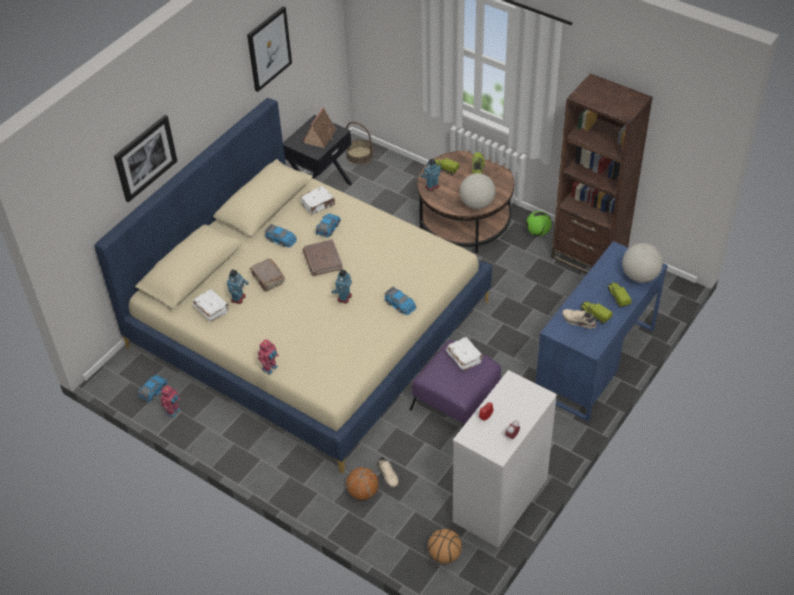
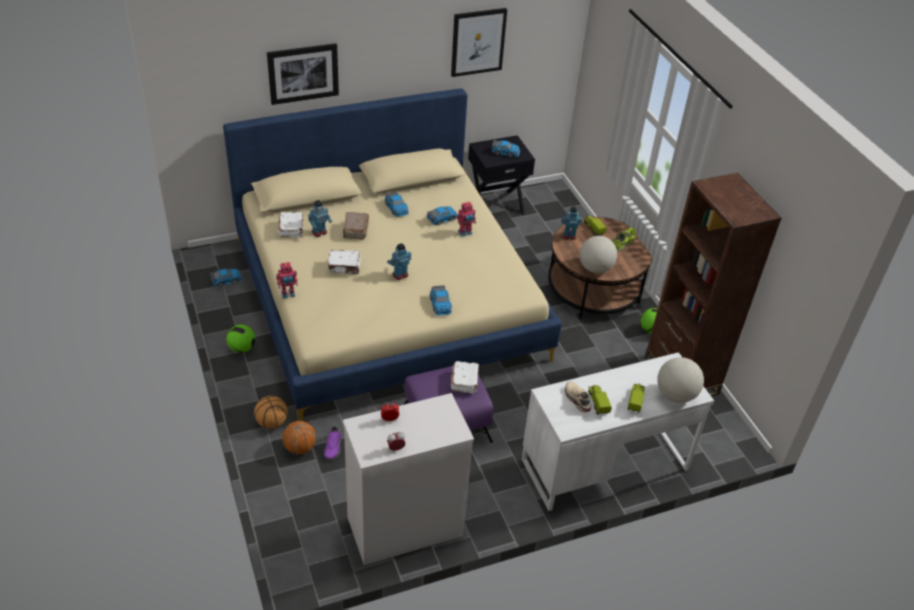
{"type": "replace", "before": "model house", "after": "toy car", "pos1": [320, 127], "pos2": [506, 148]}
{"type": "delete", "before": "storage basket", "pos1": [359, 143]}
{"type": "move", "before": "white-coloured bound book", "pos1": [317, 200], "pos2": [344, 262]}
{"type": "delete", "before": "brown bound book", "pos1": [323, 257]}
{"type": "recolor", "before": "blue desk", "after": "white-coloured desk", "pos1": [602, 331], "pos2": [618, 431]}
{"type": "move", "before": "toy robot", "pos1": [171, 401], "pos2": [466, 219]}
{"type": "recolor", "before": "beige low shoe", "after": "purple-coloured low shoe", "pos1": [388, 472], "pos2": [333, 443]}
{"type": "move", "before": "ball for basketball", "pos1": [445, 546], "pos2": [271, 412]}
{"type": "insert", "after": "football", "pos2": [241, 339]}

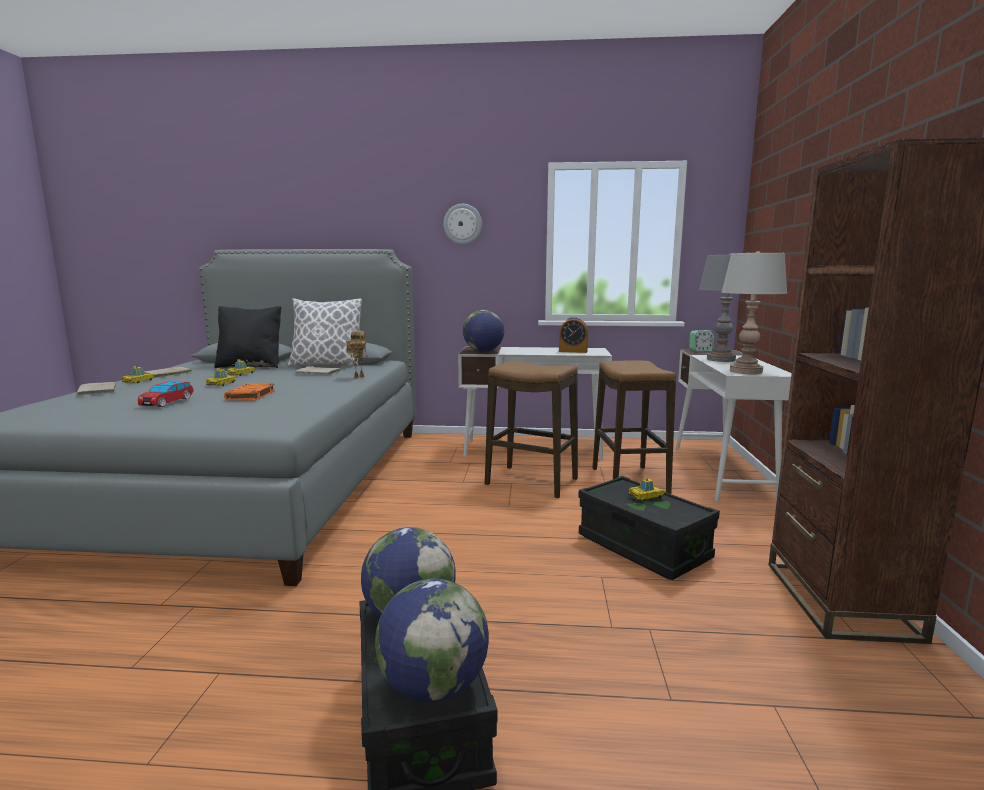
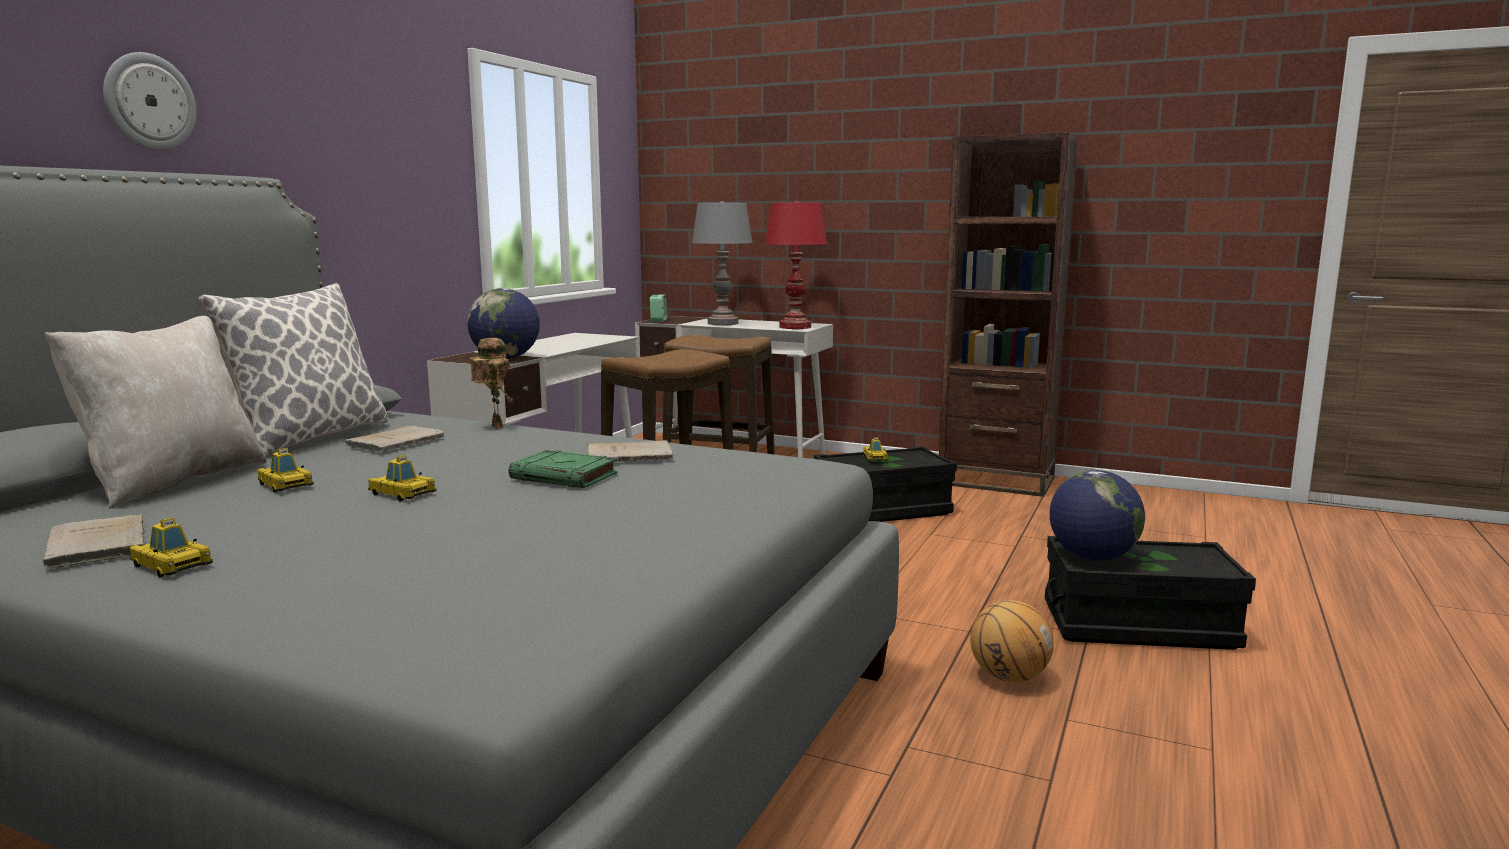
{"type": "move", "before": "wall clock", "pos1": [462, 224], "pos2": [149, 101]}
{"type": "recolor", "before": "greyish lamp for a table", "after": "reddish lamp for a table", "pos1": [754, 312], "pos2": [796, 265]}
{"type": "recolor", "before": "blackish cushion", "after": "beige cushion", "pos1": [247, 337], "pos2": [156, 412]}
{"type": "delete", "before": "alarm clock", "pos1": [573, 335]}
{"type": "move", "before": "beige bound book", "pos1": [96, 389], "pos2": [630, 451]}
{"type": "delete", "before": "toy car", "pos1": [166, 394]}
{"type": "recolor", "before": "orange-coloured bound book", "after": "greenish bound book", "pos1": [249, 392], "pos2": [563, 469]}
{"type": "delete", "before": "desk globe", "pos1": [432, 640]}
{"type": "insert", "after": "ball for basketball", "pos2": [1012, 641]}

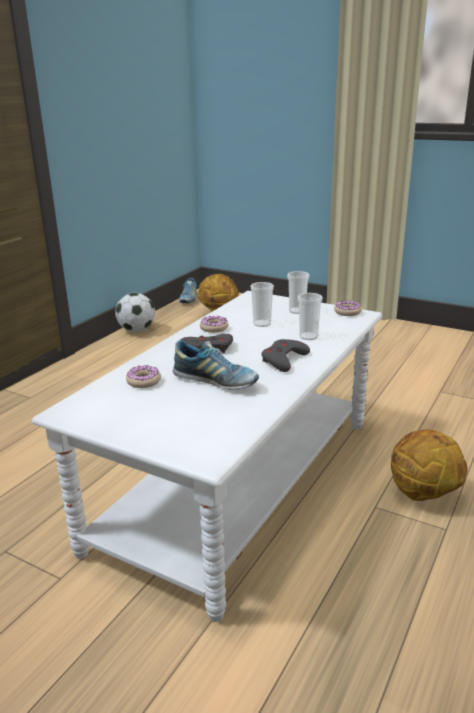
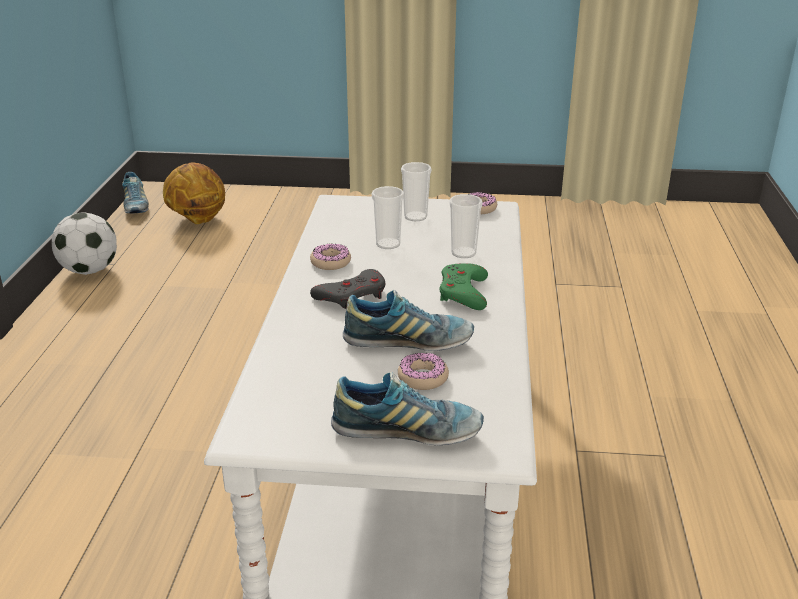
{"type": "recolor", "before": "greyish joypad", "after": "greenish joypad", "pos1": [285, 355], "pos2": [463, 286]}
{"type": "move", "before": "ring doughnut", "pos1": [143, 377], "pos2": [423, 371]}
{"type": "delete", "before": "ball for basketball", "pos1": [429, 465]}
{"type": "insert", "after": "low shoe", "pos2": [407, 408]}

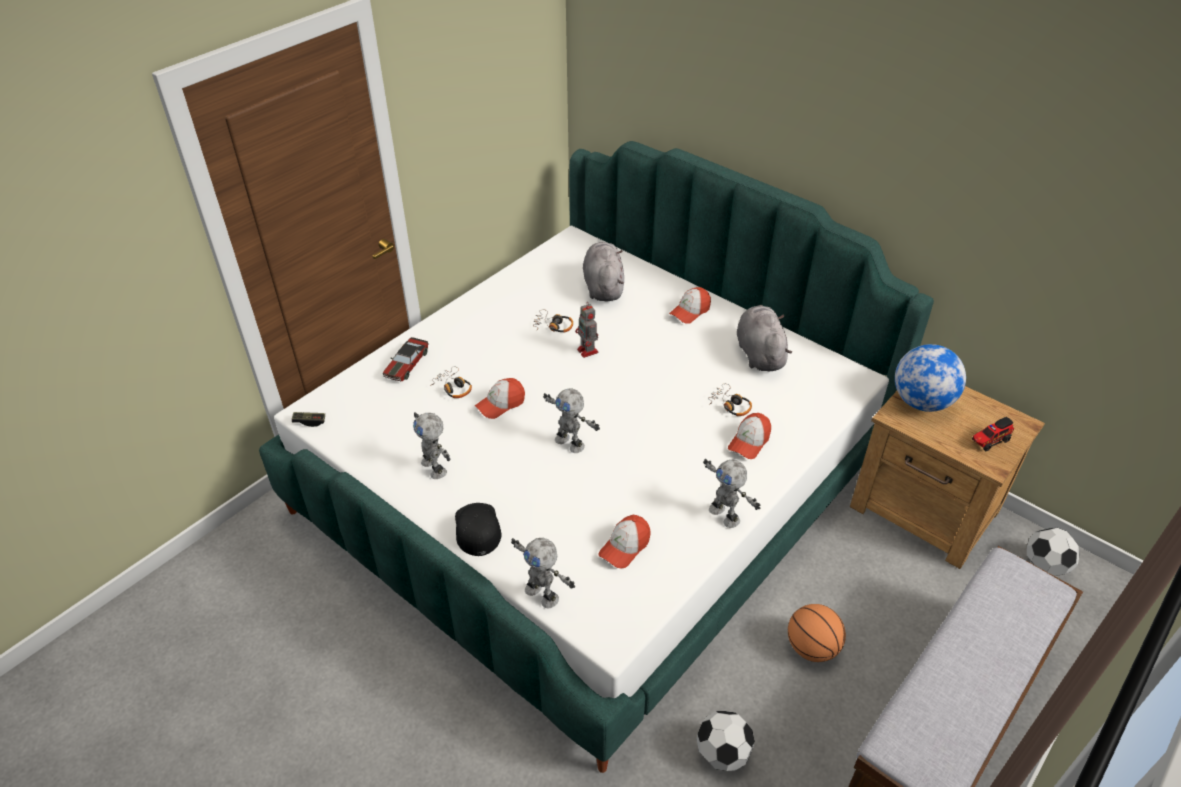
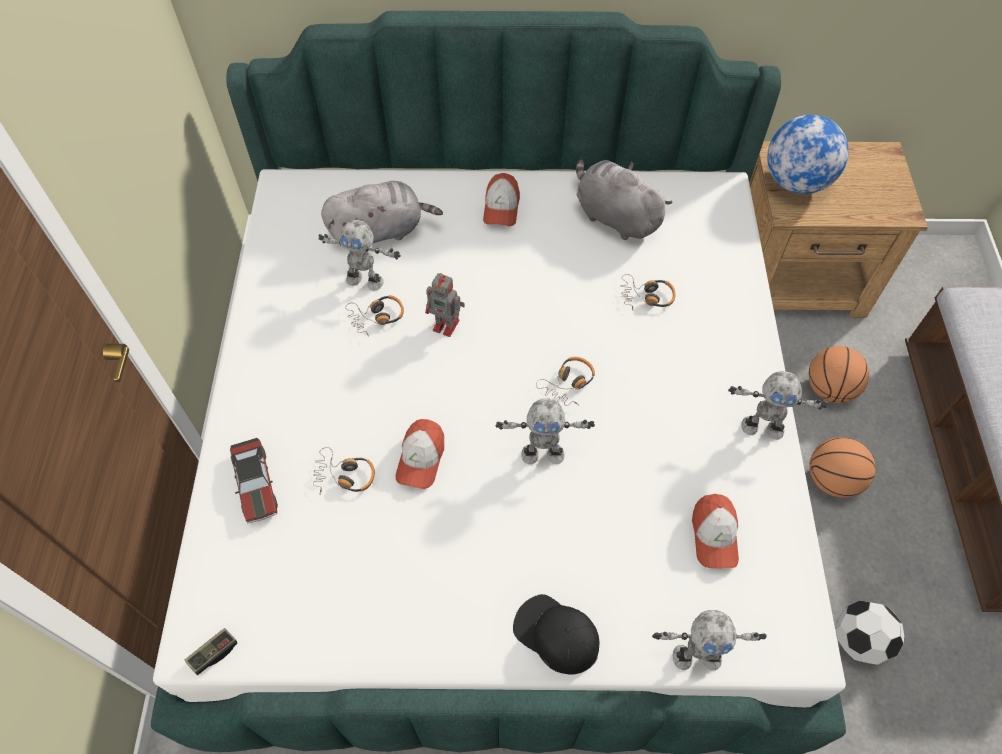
{"type": "rotate", "before": "greyish cuddly toy", "pos1": [603, 271], "pos2": [382, 212], "turn": 120}
{"type": "move", "before": "toy robot", "pos1": [432, 445], "pos2": [360, 255]}
{"type": "delete", "before": "baseball cap", "pos1": [749, 436]}
{"type": "delete", "before": "model truck", "pos1": [993, 434]}
{"type": "delete", "before": "football", "pos1": [1053, 551]}
{"type": "insert", "after": "ball for basketball", "pos2": [839, 374]}
{"type": "insert", "after": "headphones", "pos2": [565, 381]}

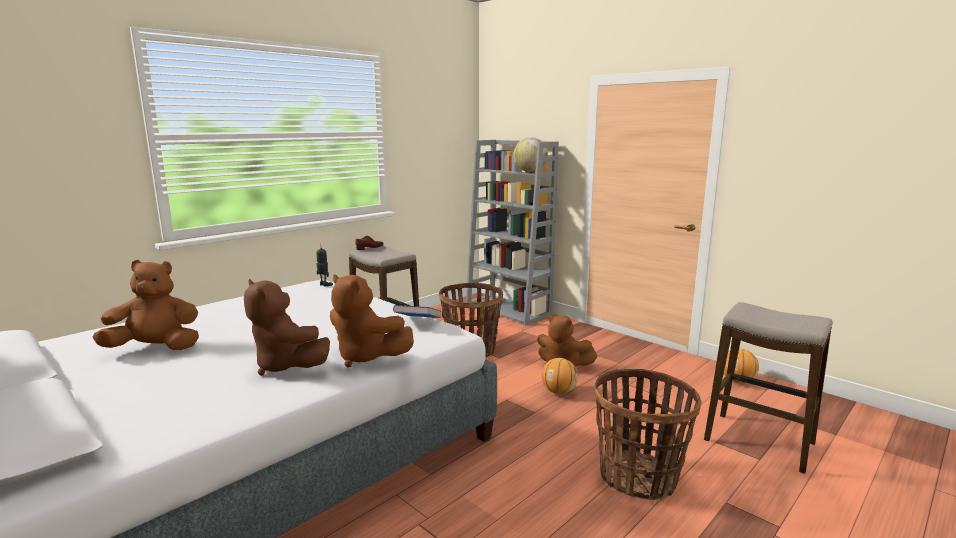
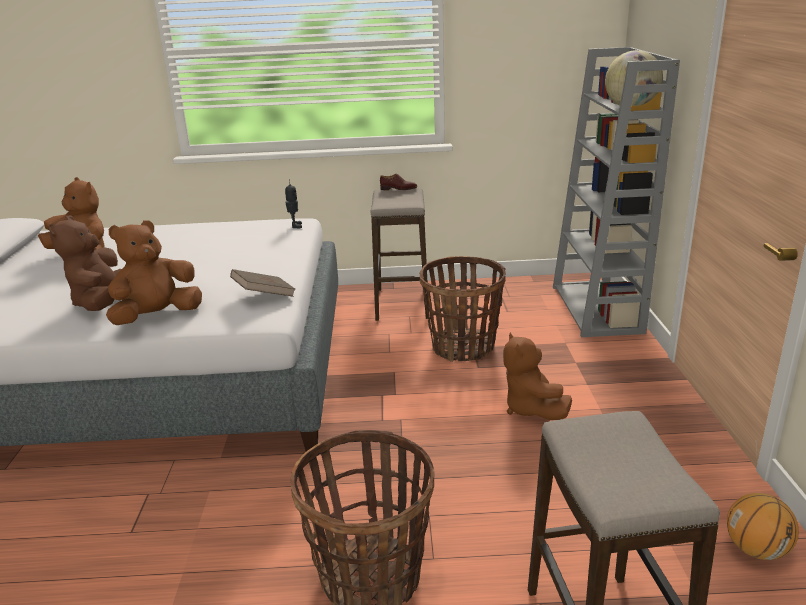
{"type": "rotate", "before": "brown cuddly toy", "pos1": [372, 320], "pos2": [154, 272], "turn": 60}
{"type": "recolor", "before": "blue bound book", "after": "brown bound book", "pos1": [417, 311], "pos2": [262, 283]}
{"type": "delete", "before": "ball for basketball", "pos1": [560, 376]}

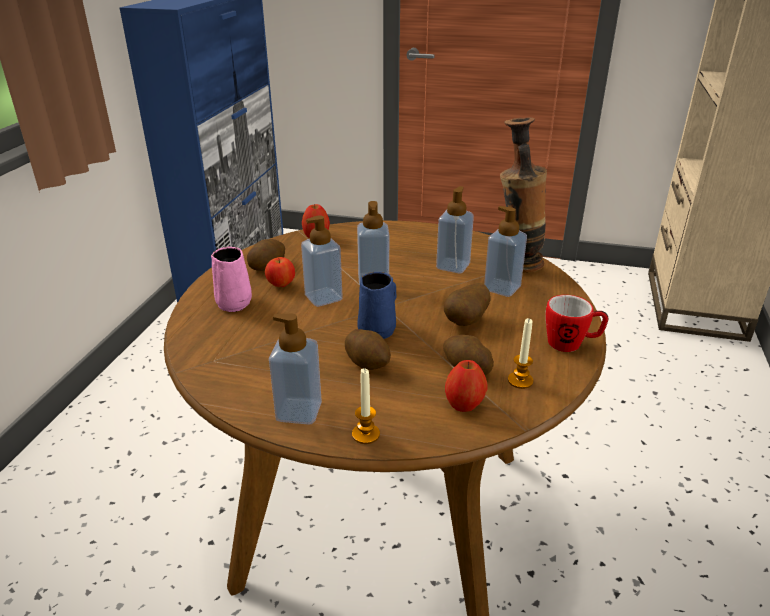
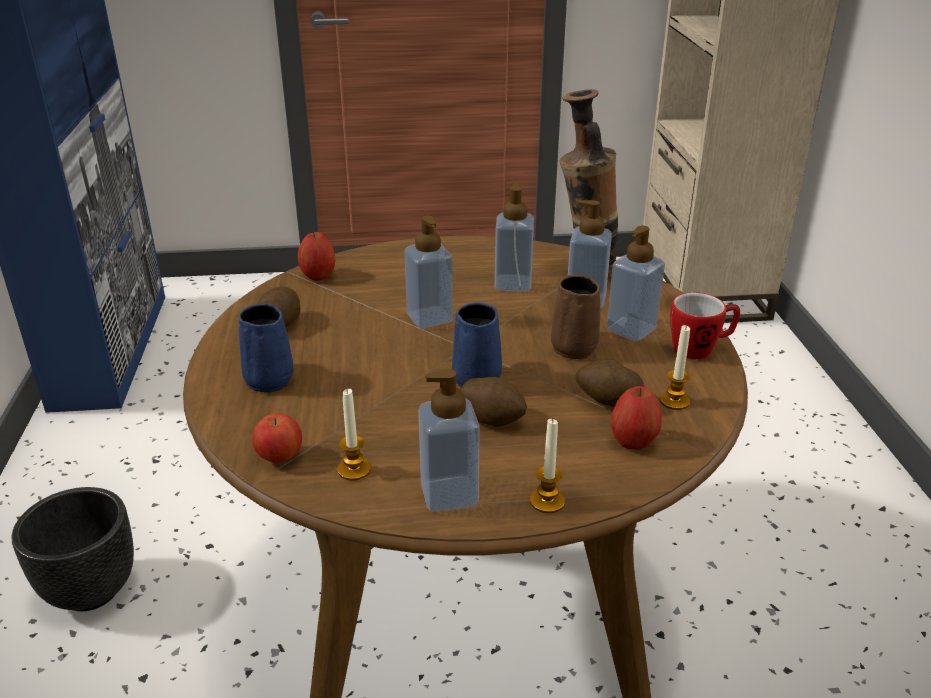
{"type": "move", "before": "soap bottle", "pos1": [322, 261], "pos2": [636, 284]}
{"type": "recolor", "before": "pinkish mug", "after": "blue mug", "pos1": [231, 279], "pos2": [266, 347]}
{"type": "move", "before": "apple", "pos1": [280, 272], "pos2": [277, 438]}
{"type": "replace", "before": "potato", "after": "brown mug", "pos1": [467, 304], "pos2": [575, 317]}
{"type": "insert", "after": "candle", "pos2": [354, 435]}
{"type": "insert", "after": "blackish plant pot", "pos2": [72, 549]}

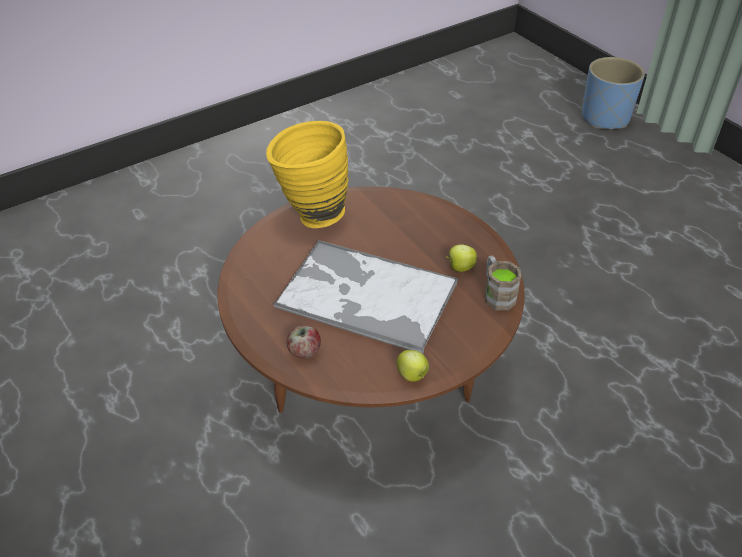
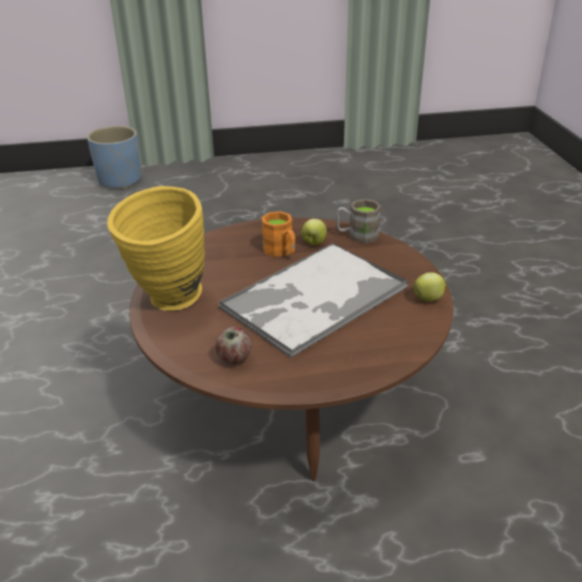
{"type": "move", "before": "apple", "pos1": [303, 342], "pos2": [233, 345]}
{"type": "insert", "after": "orange-coloured mug", "pos2": [278, 234]}

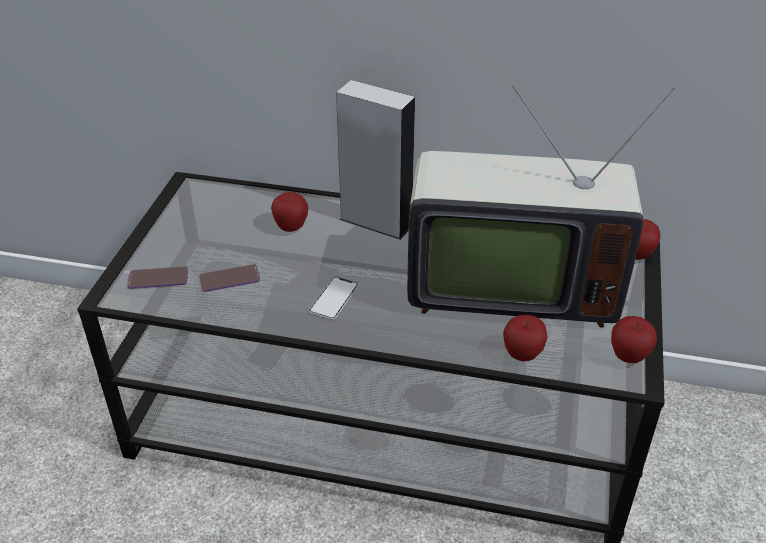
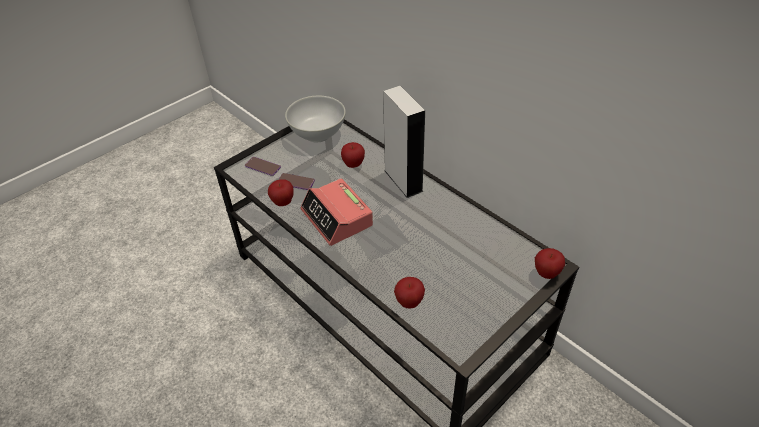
{"type": "delete", "before": "TV set", "pos1": [541, 206]}
{"type": "replace", "before": "phone", "after": "alarm clock", "pos1": [334, 298], "pos2": [336, 212]}
{"type": "move", "before": "apple", "pos1": [634, 339], "pos2": [281, 192]}
{"type": "insert", "after": "white-coloured bowl", "pos2": [315, 119]}

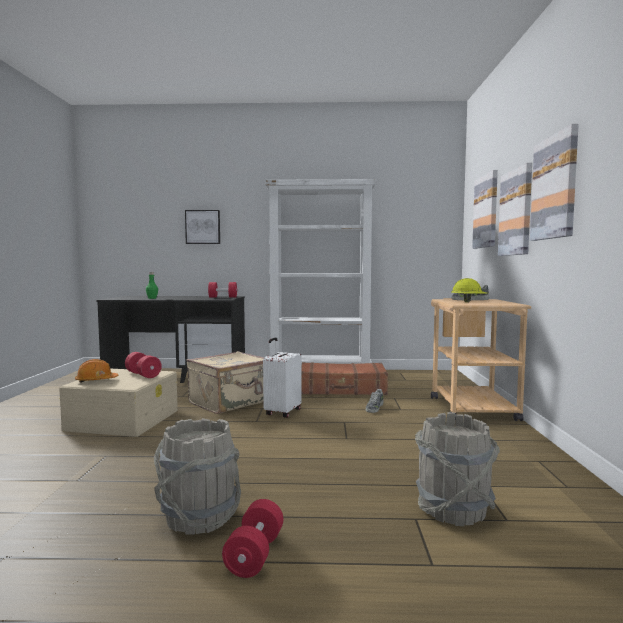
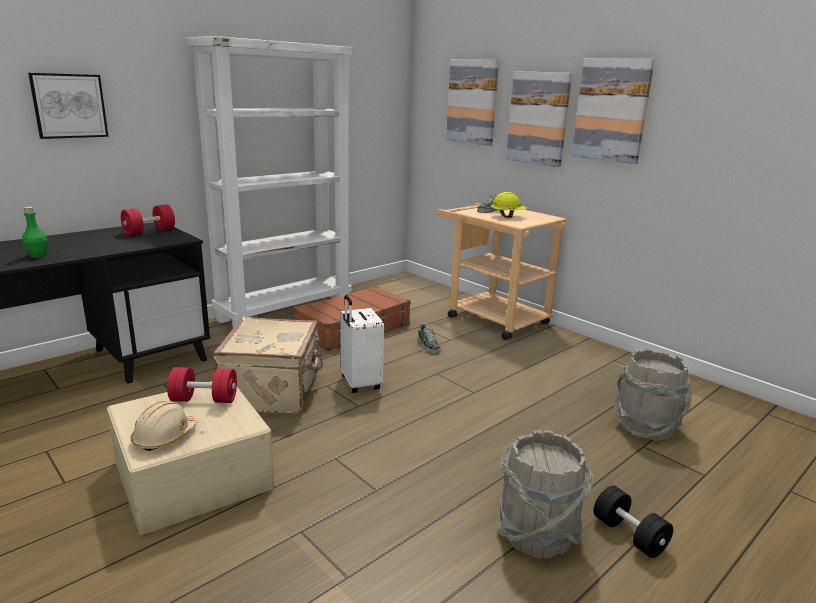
{"type": "recolor", "before": "orange-coloured work helmet", "after": "beige work helmet", "pos1": [96, 371], "pos2": [164, 426]}
{"type": "recolor", "before": "reddish free weight", "after": "blackish free weight", "pos1": [252, 538], "pos2": [633, 522]}

